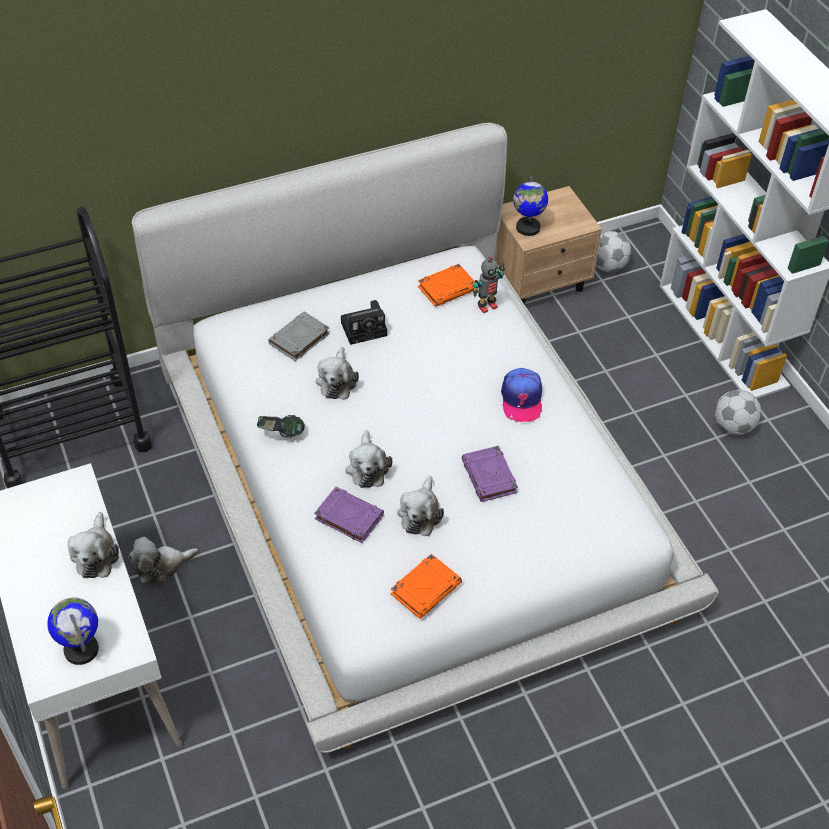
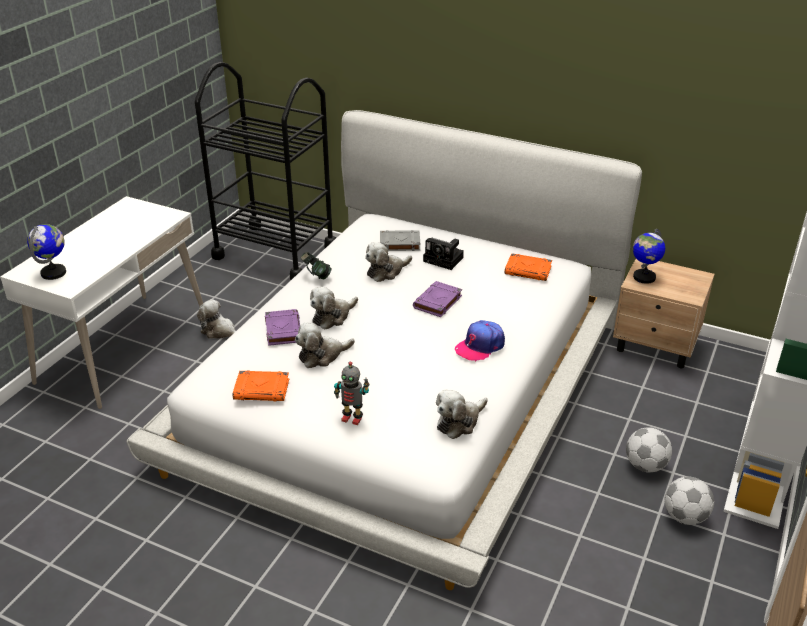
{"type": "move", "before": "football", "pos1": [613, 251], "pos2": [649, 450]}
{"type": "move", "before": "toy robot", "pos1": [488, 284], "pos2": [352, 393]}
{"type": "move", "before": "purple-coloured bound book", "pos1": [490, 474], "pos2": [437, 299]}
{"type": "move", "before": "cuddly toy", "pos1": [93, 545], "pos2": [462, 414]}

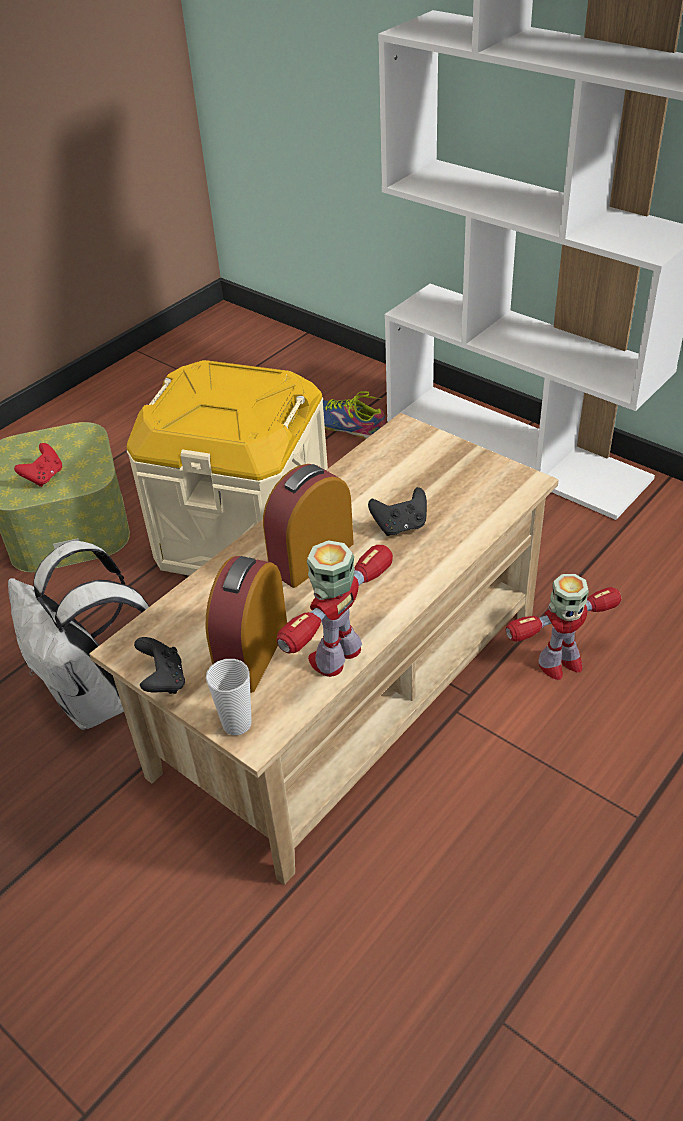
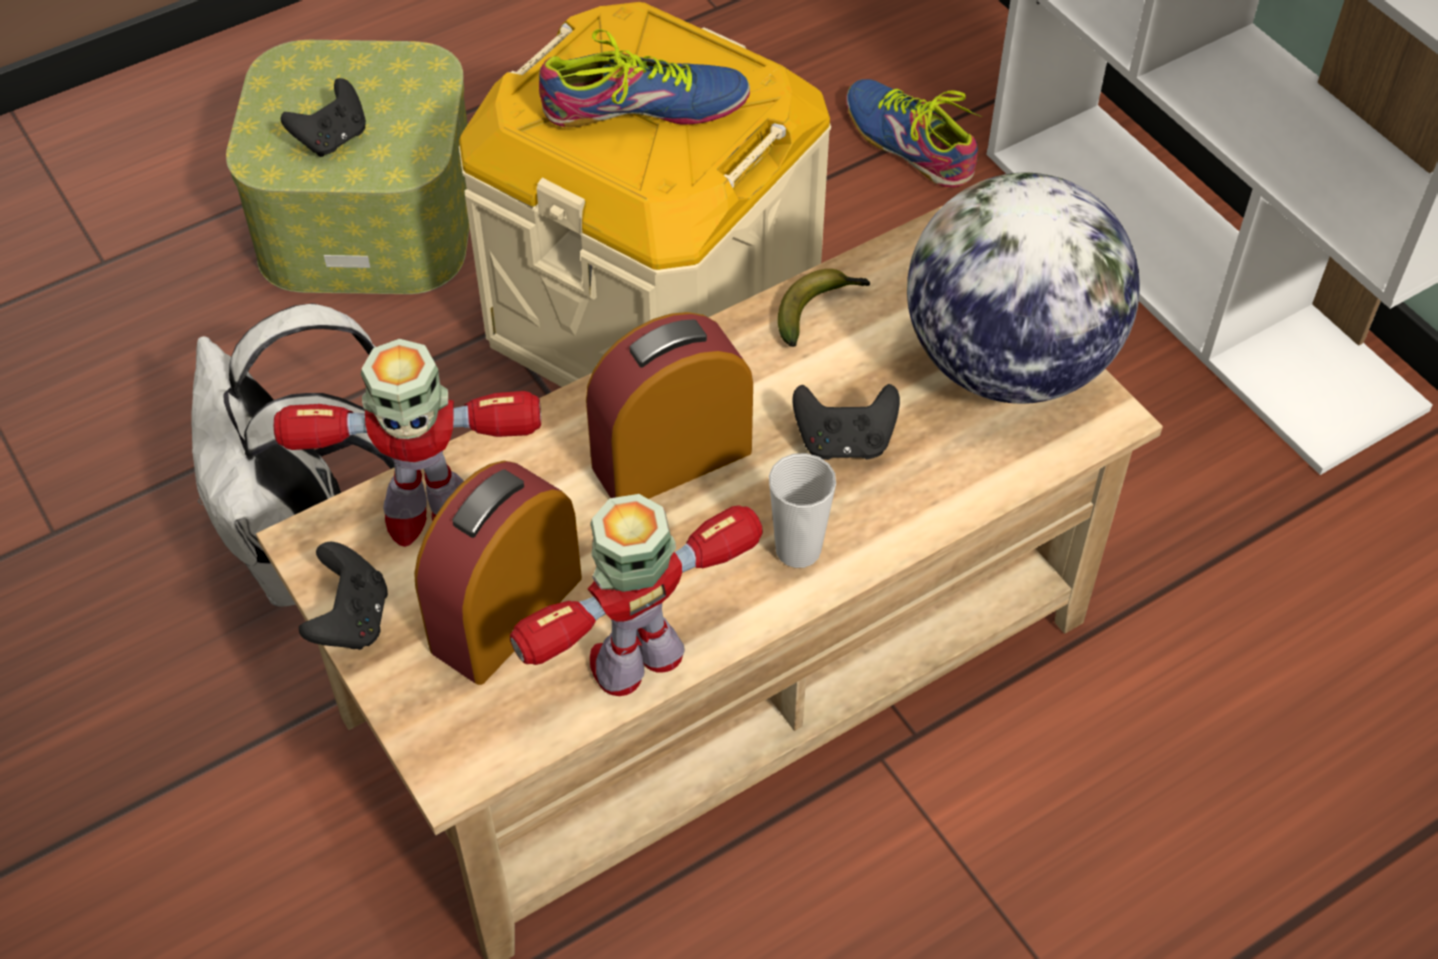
{"type": "recolor", "before": "reddish joypad", "after": "blackish joypad", "pos1": [38, 465], "pos2": [323, 117]}
{"type": "move", "before": "toy robot", "pos1": [563, 627], "pos2": [407, 443]}
{"type": "move", "before": "drinking cup", "pos1": [229, 697], "pos2": [802, 510]}
{"type": "insert", "after": "low shoe", "pos2": [644, 78]}
{"type": "insert", "after": "desk globe", "pos2": [1023, 288]}
{"type": "insert", "after": "banana fruit", "pos2": [824, 308]}

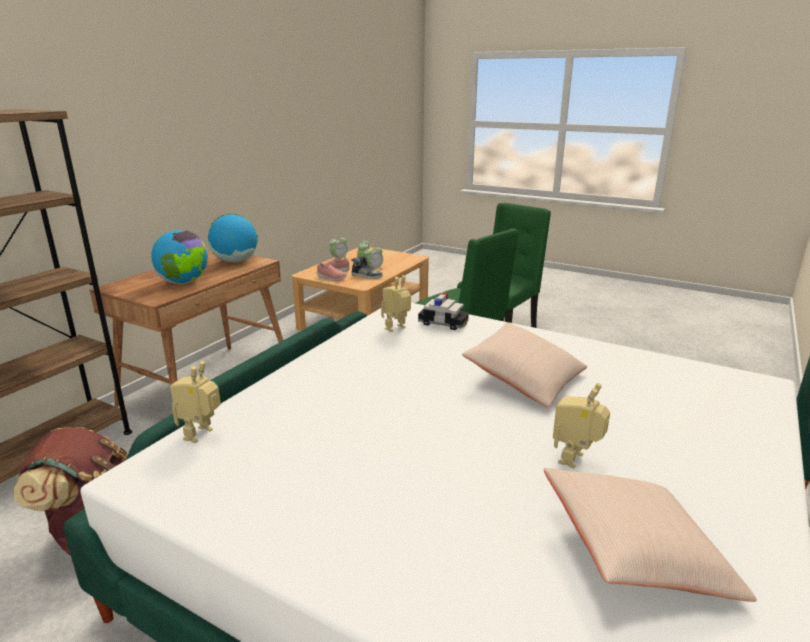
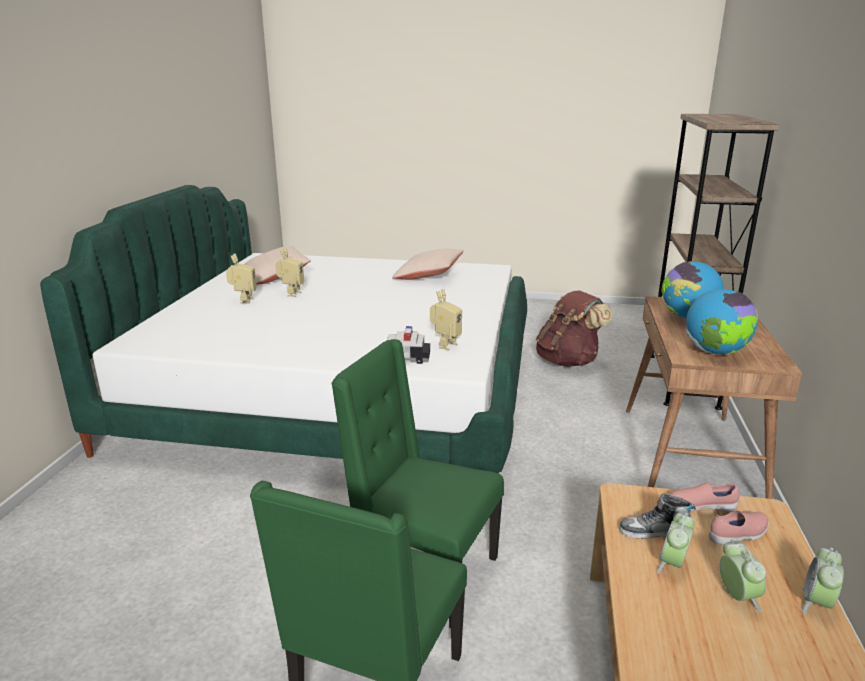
{"type": "move", "before": "beige cushion", "pos1": [524, 365], "pos2": [428, 264]}
{"type": "move", "before": "toy robot", "pos1": [195, 402], "pos2": [241, 278]}

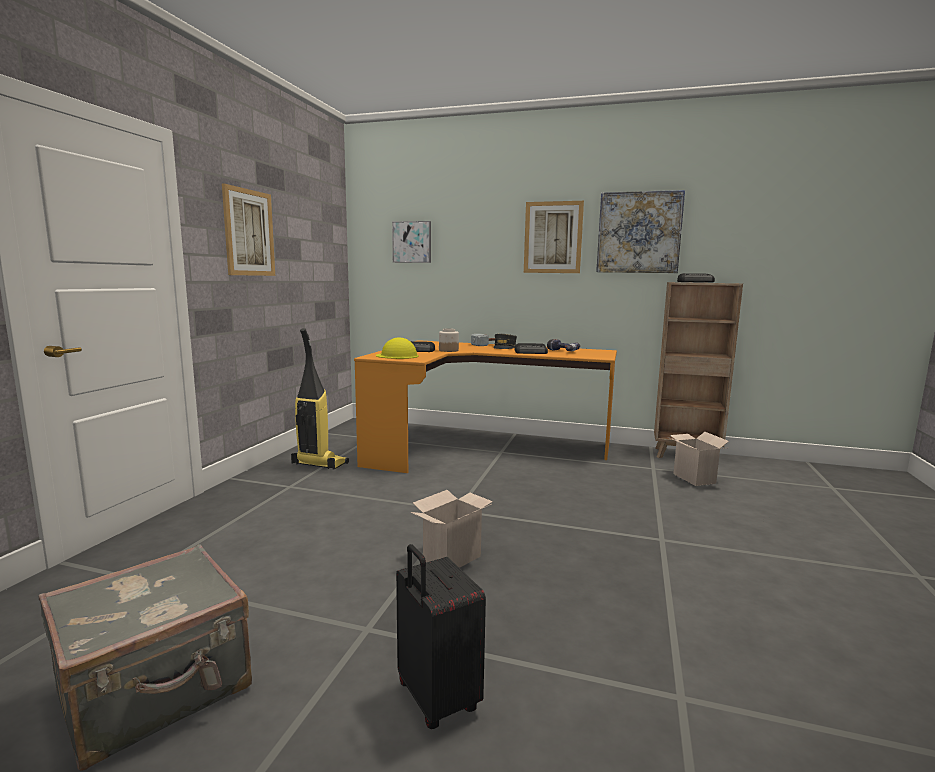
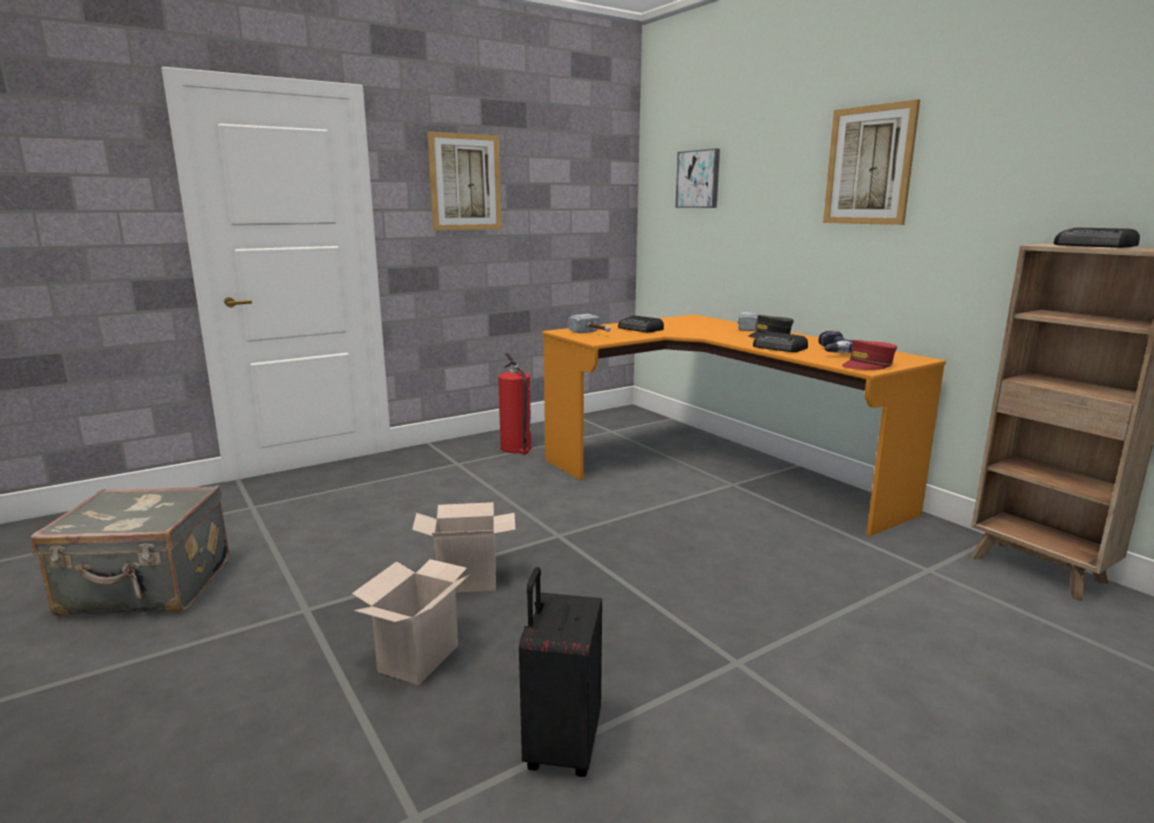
{"type": "delete", "before": "picture", "pos1": [640, 231]}
{"type": "replace", "before": "vacuum cleaner", "after": "fire extinguisher", "pos1": [320, 399], "pos2": [515, 404]}
{"type": "delete", "before": "preserve jar", "pos1": [449, 340]}
{"type": "replace", "before": "yellow work helmet", "after": "hand hammer", "pos1": [397, 348], "pos2": [590, 323]}
{"type": "move", "before": "cardboard box", "pos1": [698, 459], "pos2": [411, 622]}
{"type": "move", "before": "blackish travel case", "pos1": [441, 636], "pos2": [560, 672]}
{"type": "insert", "after": "reddish baseball cap", "pos2": [869, 355]}

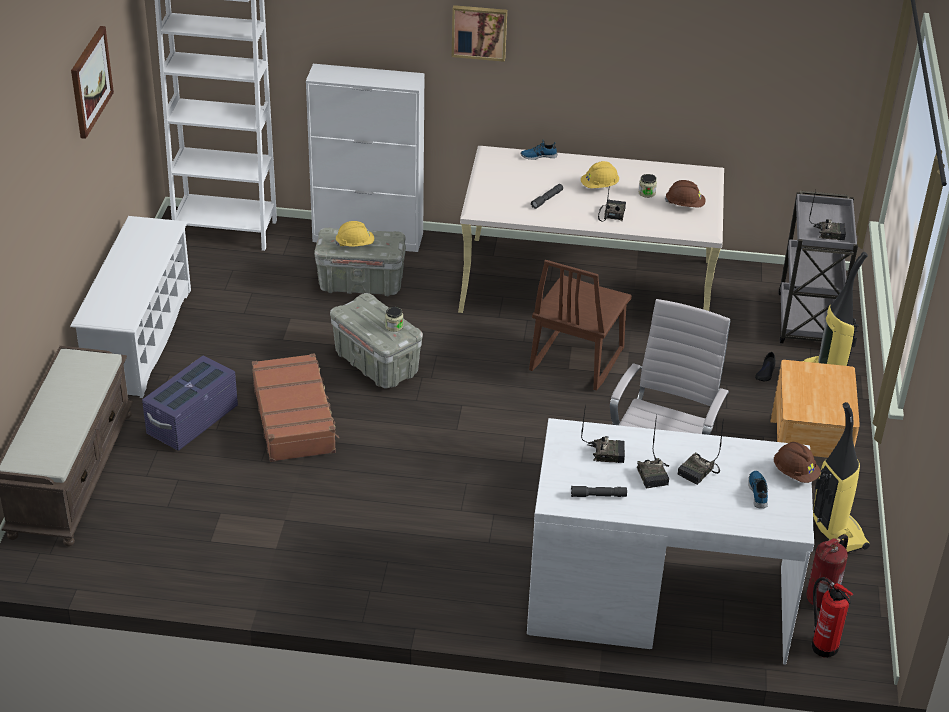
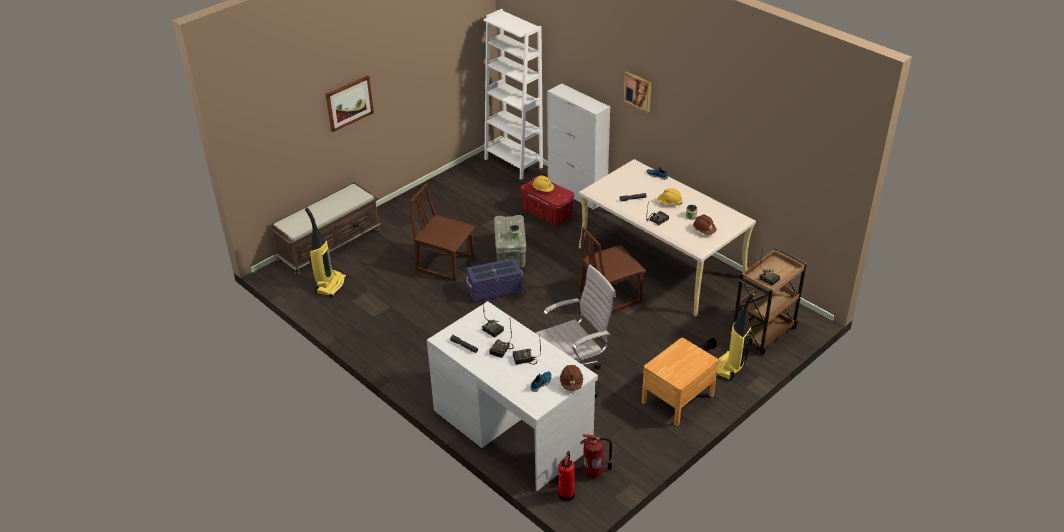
{"type": "move", "before": "picture", "pos1": [92, 82], "pos2": [350, 103]}
{"type": "recolor", "before": "greyish trolley", "after": "brown trolley", "pos1": [818, 267], "pos2": [770, 302]}
{"type": "delete", "before": "white-coloured shoe rack", "pos1": [130, 307]}
{"type": "recolor", "before": "greyish storage box", "after": "reddish storage box", "pos1": [360, 262], "pos2": [547, 201]}
{"type": "replace", "before": "brown travel case", "after": "brown upright chair", "pos1": [295, 407], "pos2": [442, 232]}
{"type": "move", "before": "purple-coloured storage box", "pos1": [190, 403], "pos2": [494, 280]}
{"type": "move", "before": "vacuum cleaner", "pos1": [841, 477], "pos2": [325, 252]}

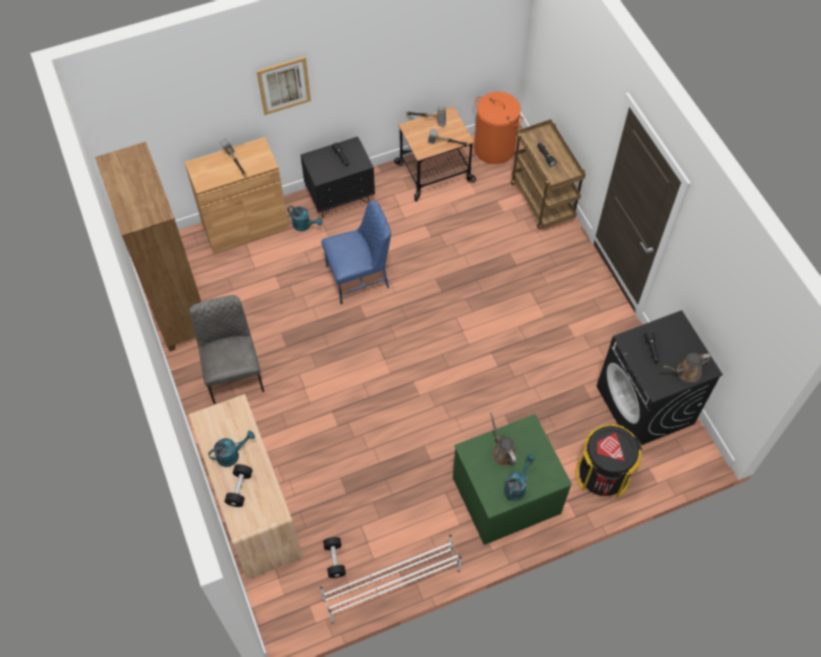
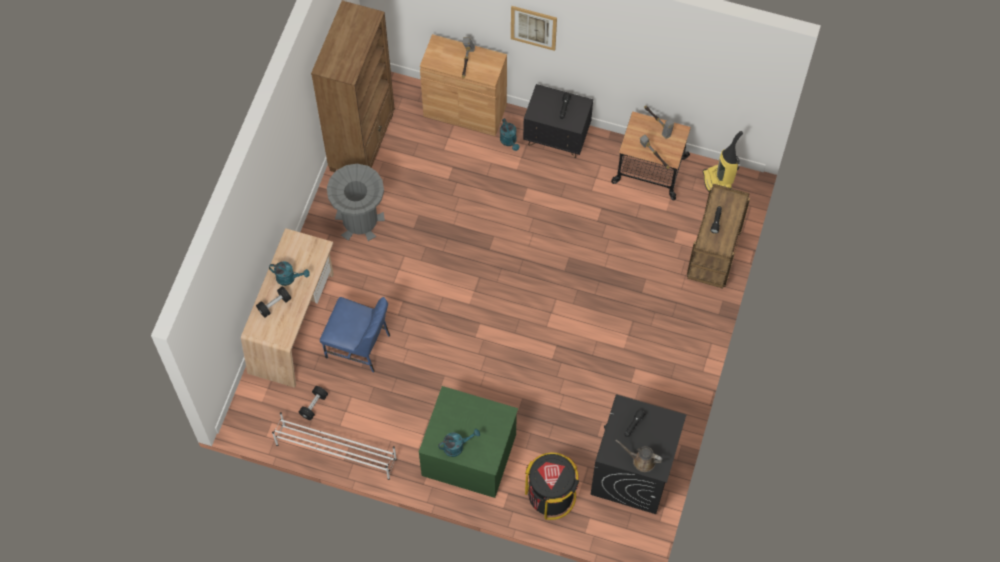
{"type": "replace", "before": "orange-coloured hamper", "after": "vacuum cleaner", "pos1": [498, 128], "pos2": [723, 161]}
{"type": "move", "before": "blue upright chair", "pos1": [356, 252], "pos2": [355, 334]}
{"type": "replace", "before": "greyish upright chair", "after": "greyish waste bin", "pos1": [226, 349], "pos2": [356, 202]}
{"type": "delete", "before": "brown sprinkling can", "pos1": [503, 439]}

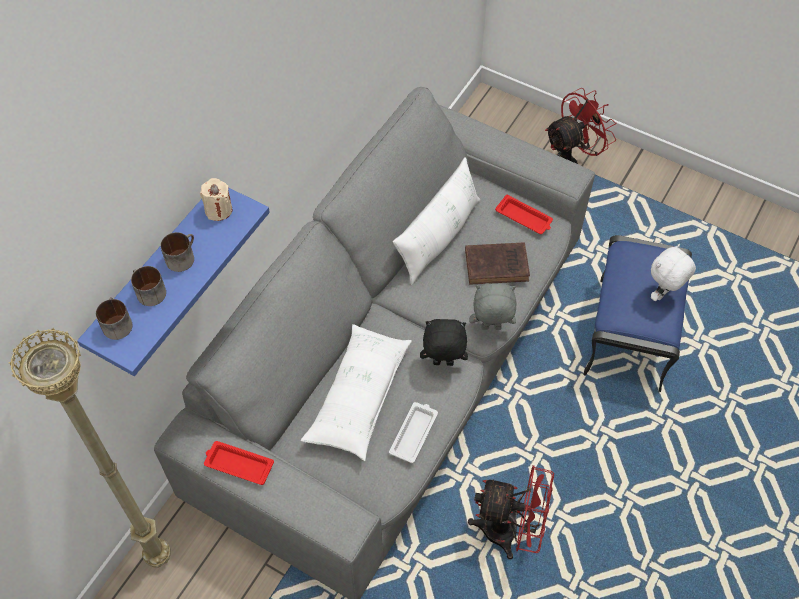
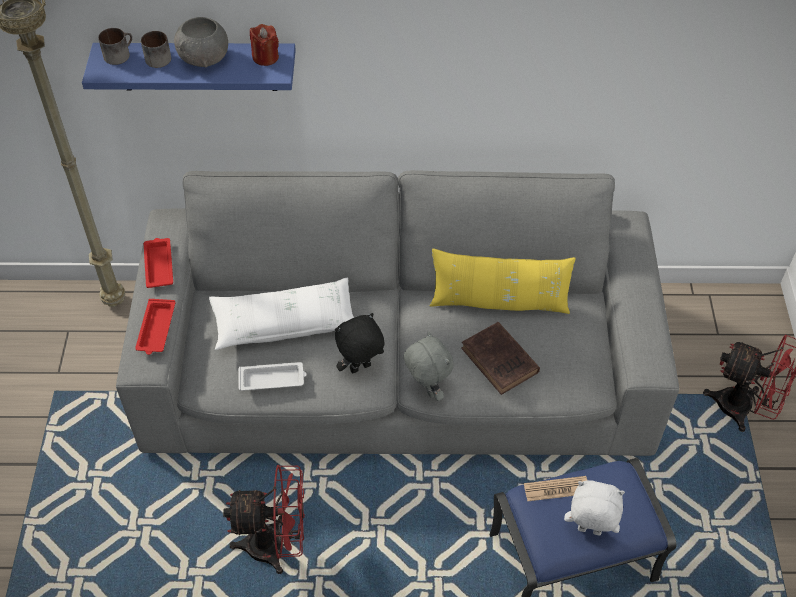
{"type": "recolor", "before": "white-coloured cushion", "after": "yellow cushion", "pos1": [436, 221], "pos2": [503, 281]}
{"type": "recolor", "before": "beige candle", "after": "reddish candle", "pos1": [216, 199], "pos2": [264, 45]}
{"type": "move", "before": "reddish tray", "pos1": [524, 214], "pos2": [155, 327]}
{"type": "replace", "before": "mug", "after": "greyish bowl", "pos1": [177, 252], "pos2": [201, 42]}
{"type": "rotate", "before": "blackish cuddly toy", "pos1": [444, 342], "pos2": [359, 343], "turn": -90}
{"type": "rotate", "before": "reddish cooling fan", "pos1": [511, 512], "pos2": [264, 519], "turn": -75}
{"type": "insert", "after": "newspaper", "pos2": [555, 488]}

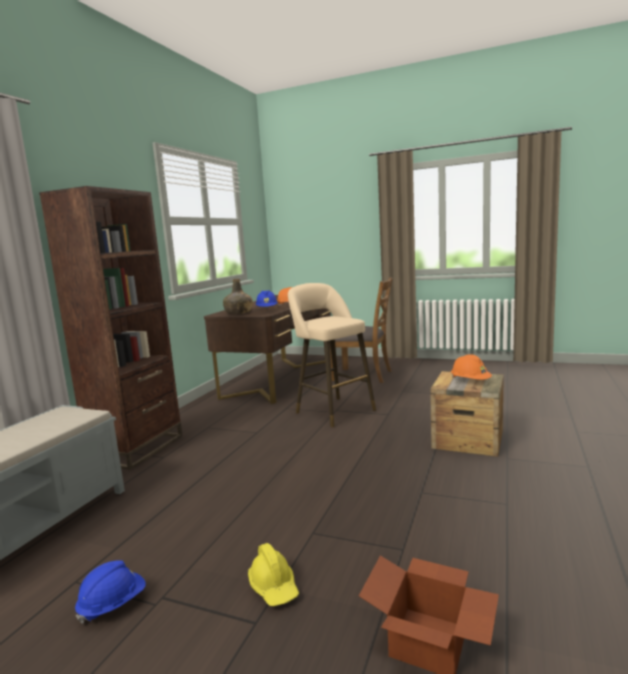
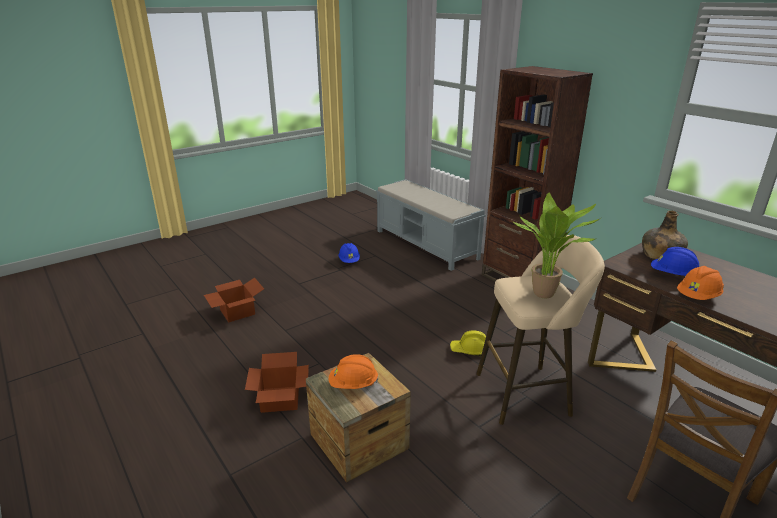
{"type": "move", "before": "yellow work helmet", "pos1": [273, 574], "pos2": [468, 343]}
{"type": "insert", "after": "potted plant", "pos2": [557, 245]}
{"type": "insert", "after": "cardboard box", "pos2": [277, 382]}

